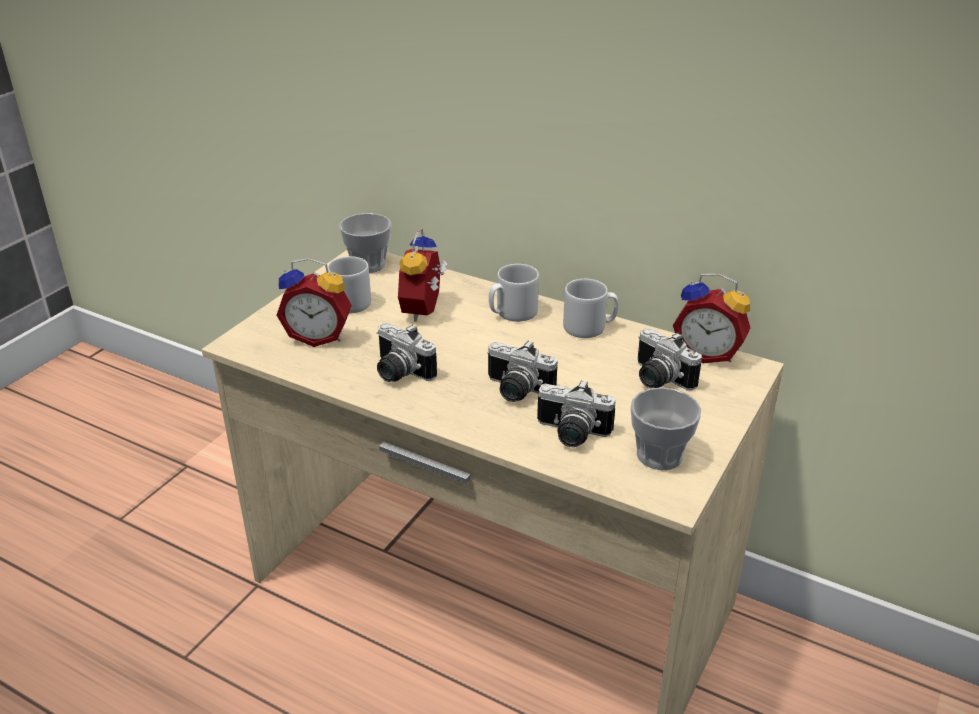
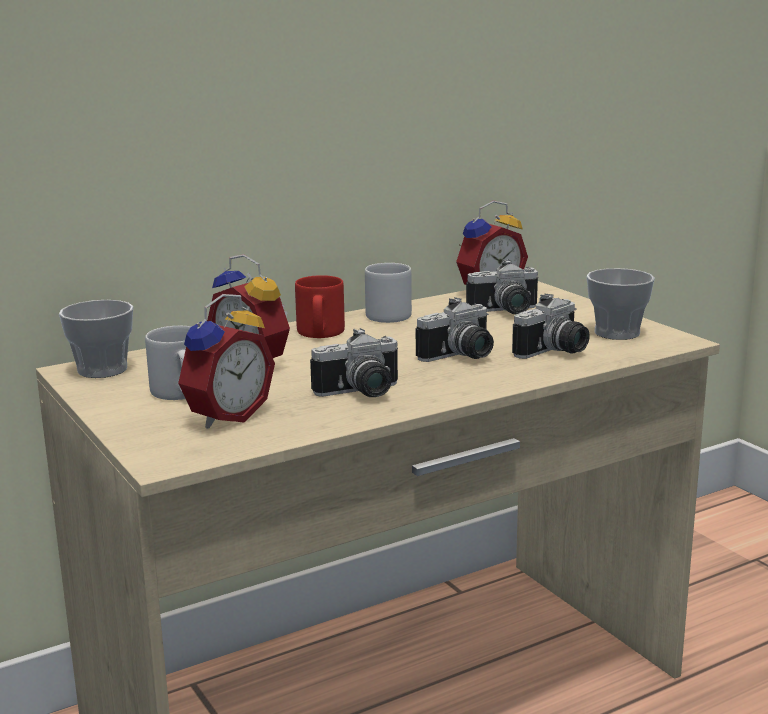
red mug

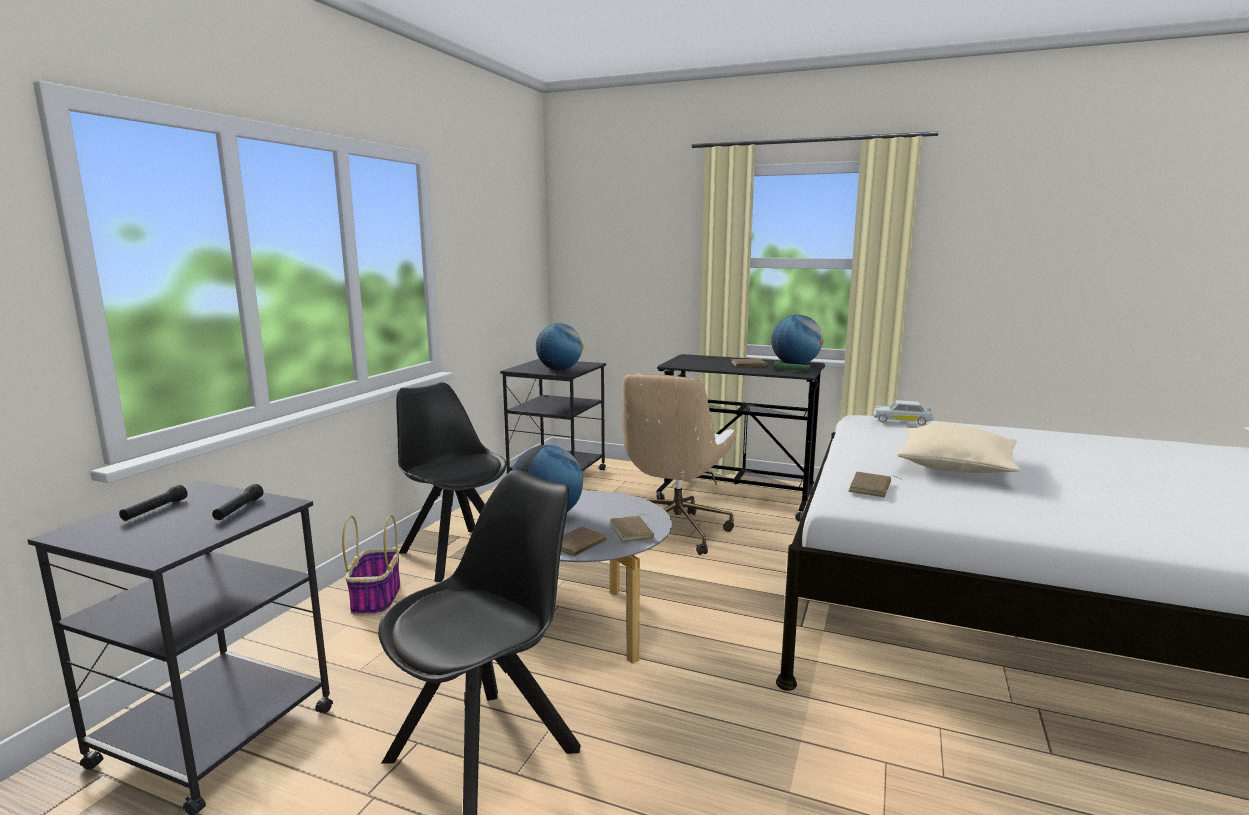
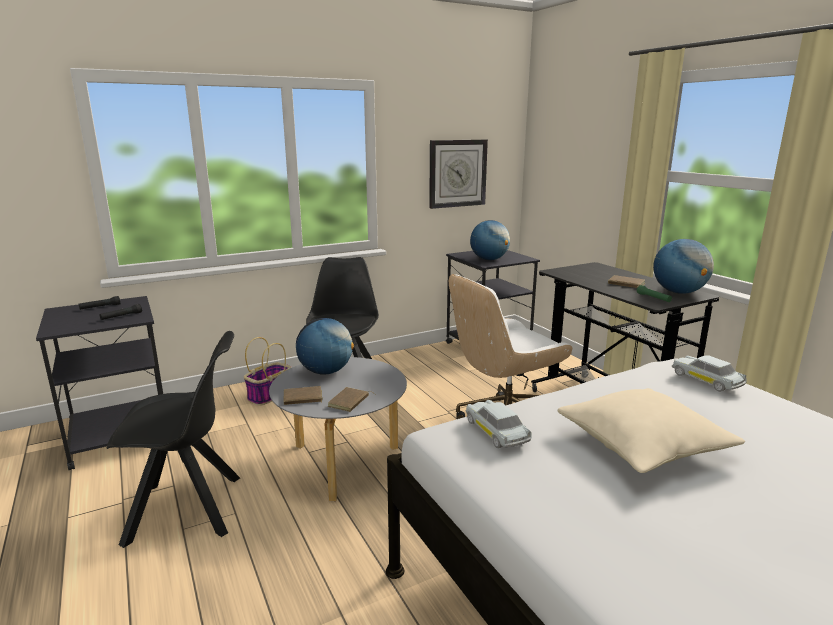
white toy car (1st from left); wall clock

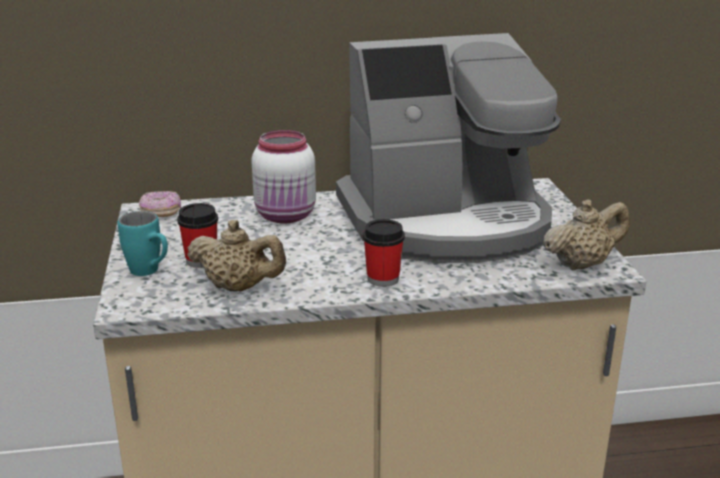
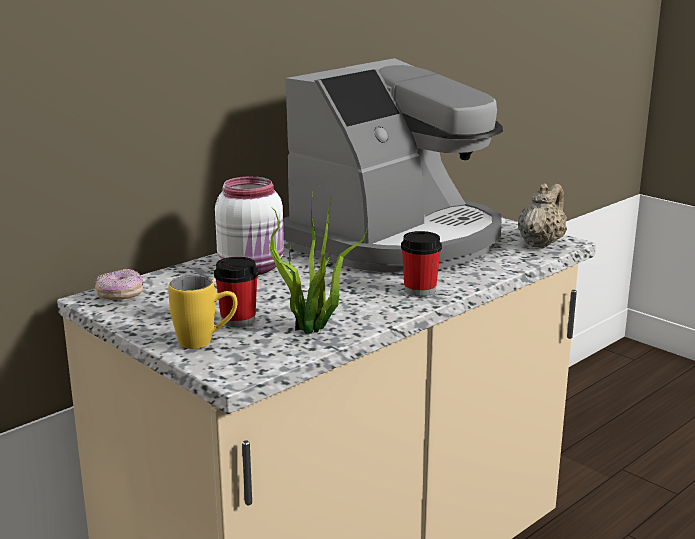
yellow mug; potted plant

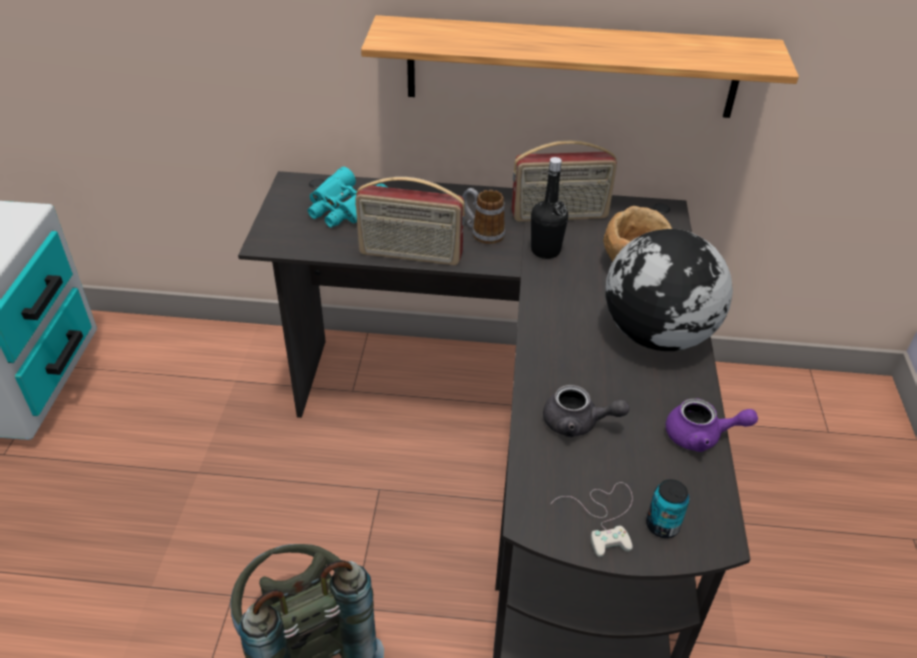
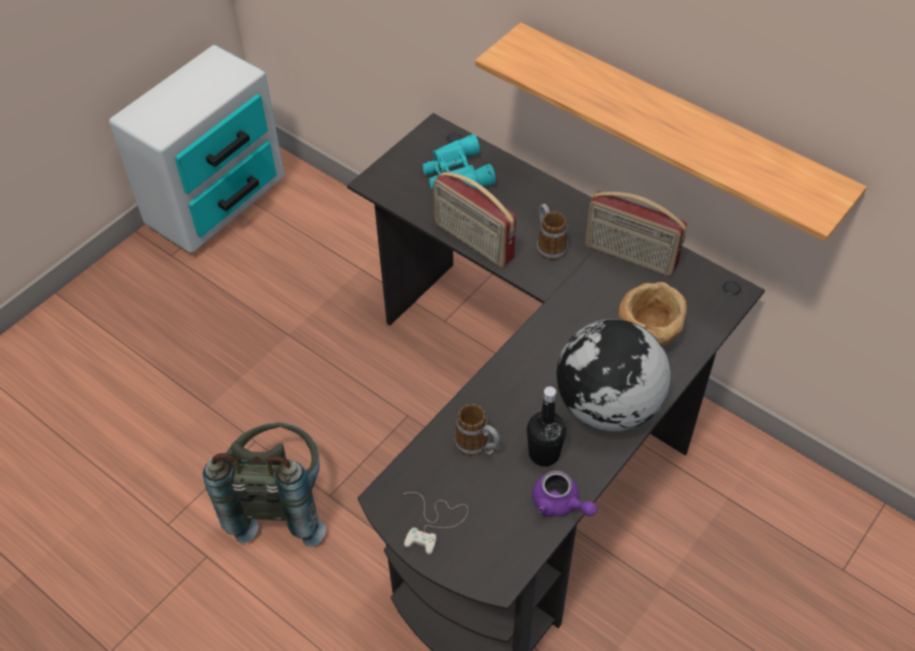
black bottle; mug (1st from left); can

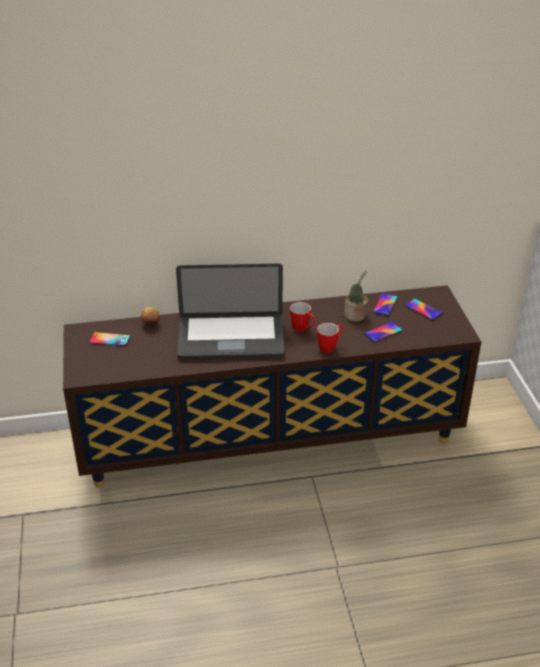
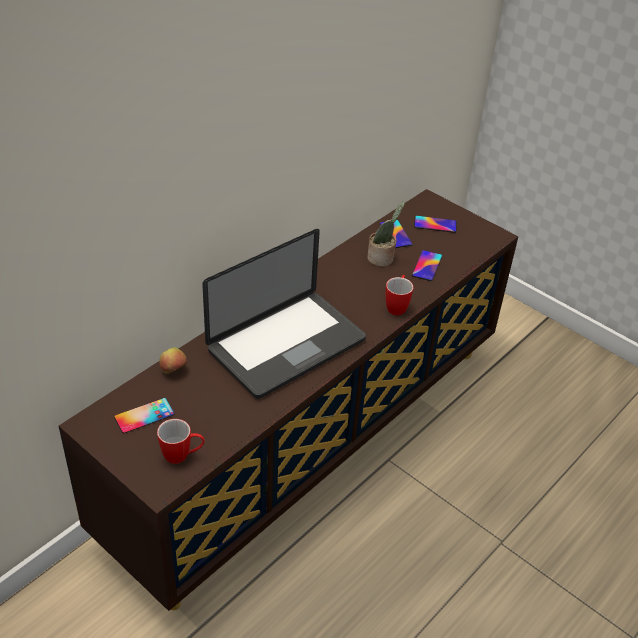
mug (1st from left)

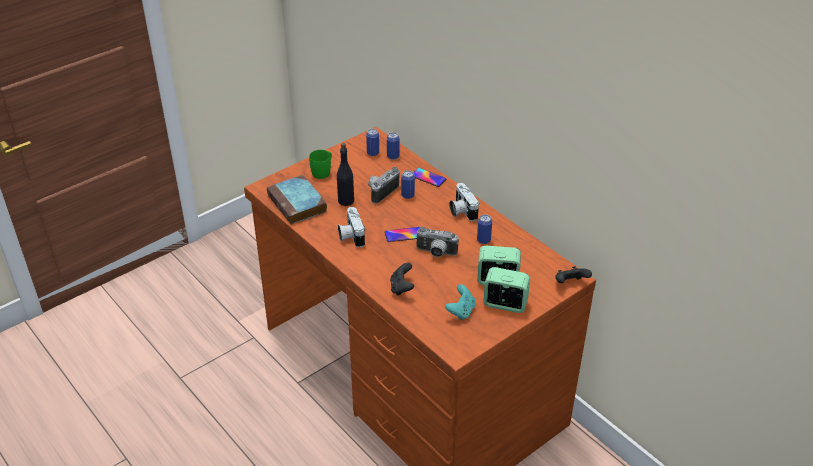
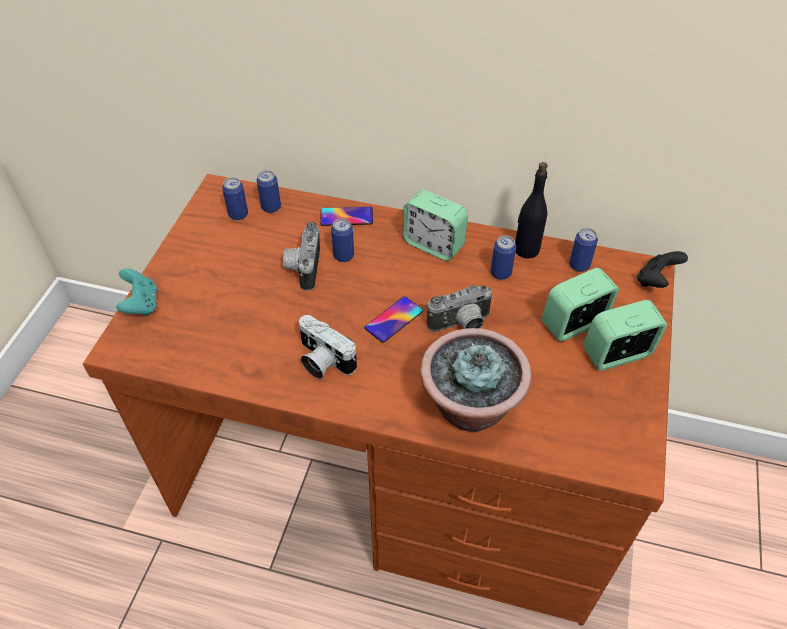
black bottle; green mug; book; alarm clock (1st from left); potted plant; turquoise game controller; can (5th from left)

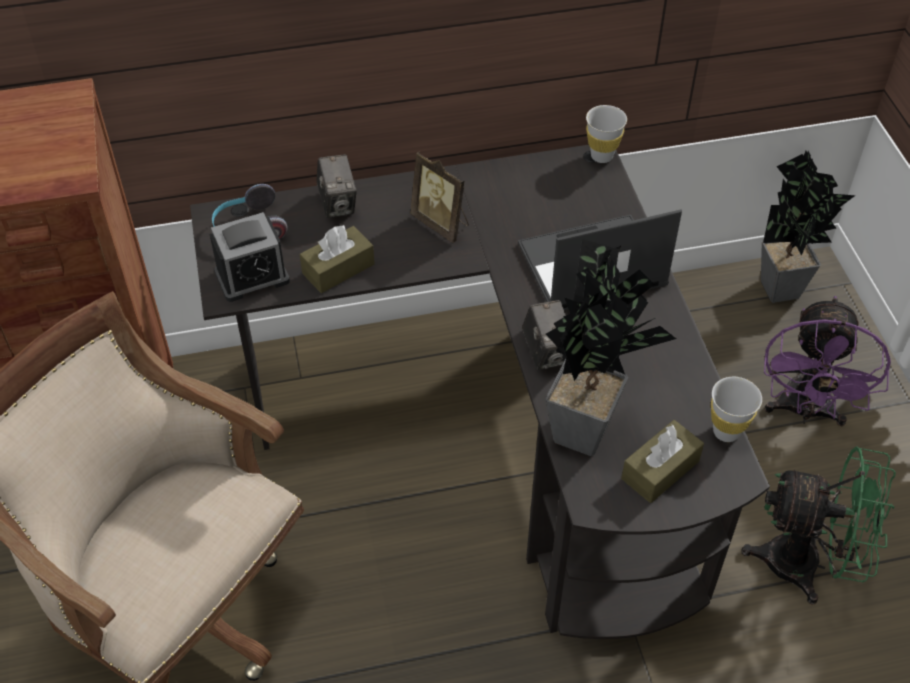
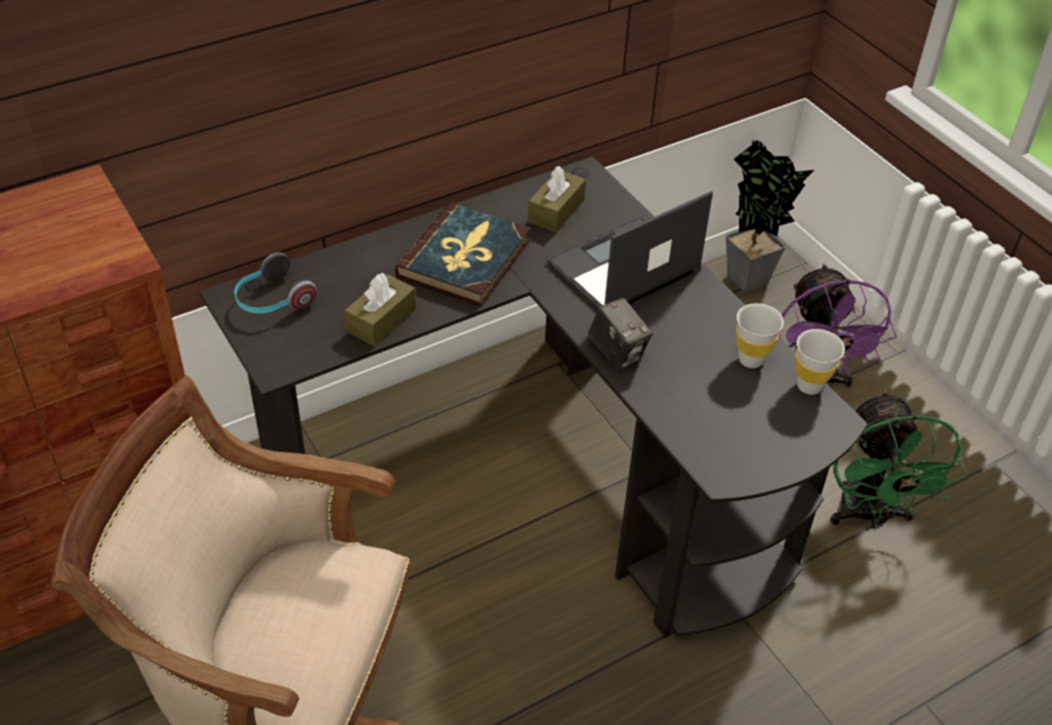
white cup (1st from left); book; photo camera (1st from left in the first image); alarm clock; potted plant (1st from left in the first image); brown tissue box (2nd from left); green fan

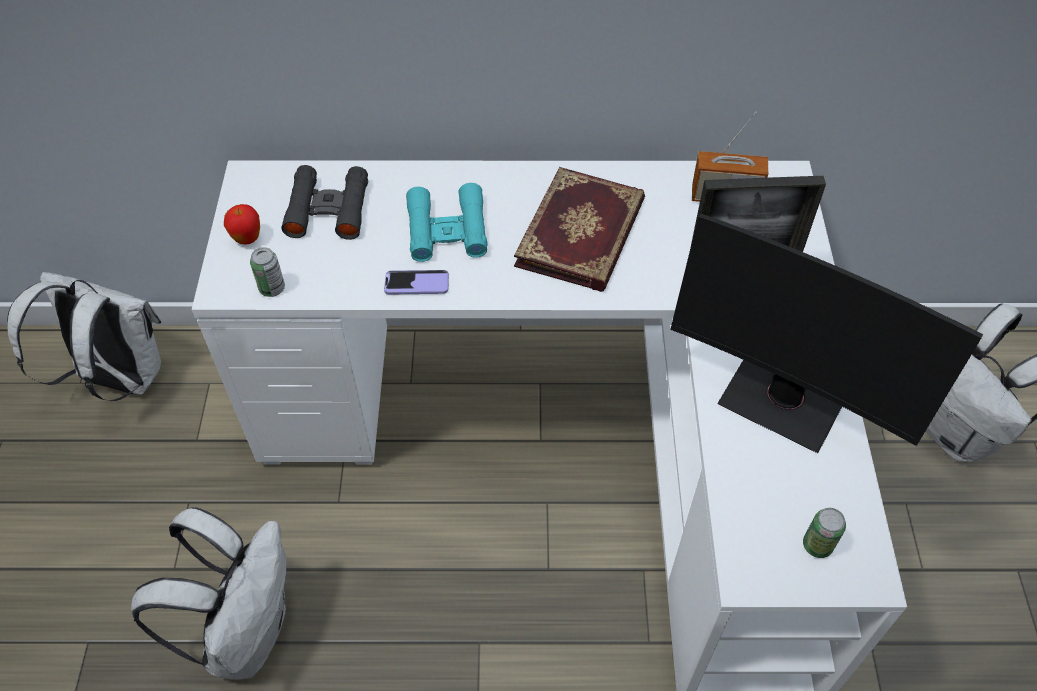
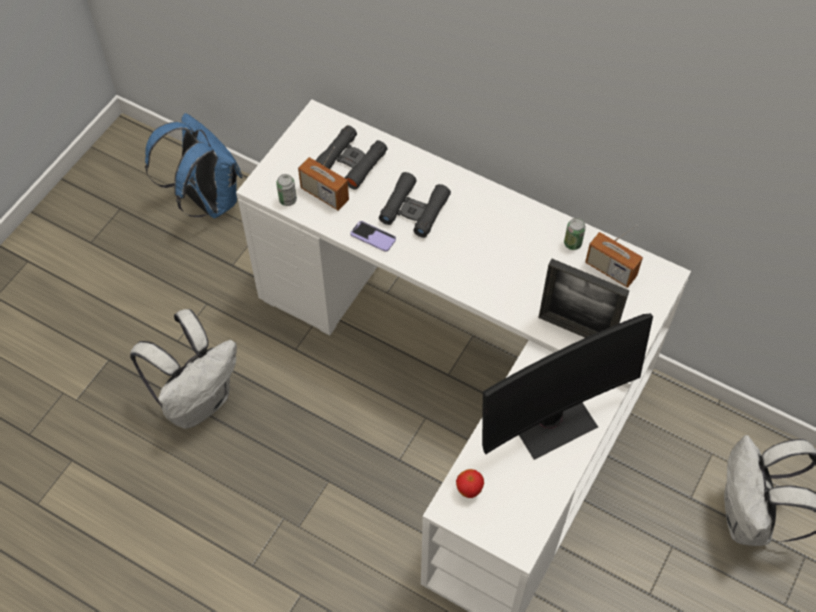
book; black binoculars (2nd from left); apple; monitor; blue backpack; can (2nd from left); radio (1st from left)

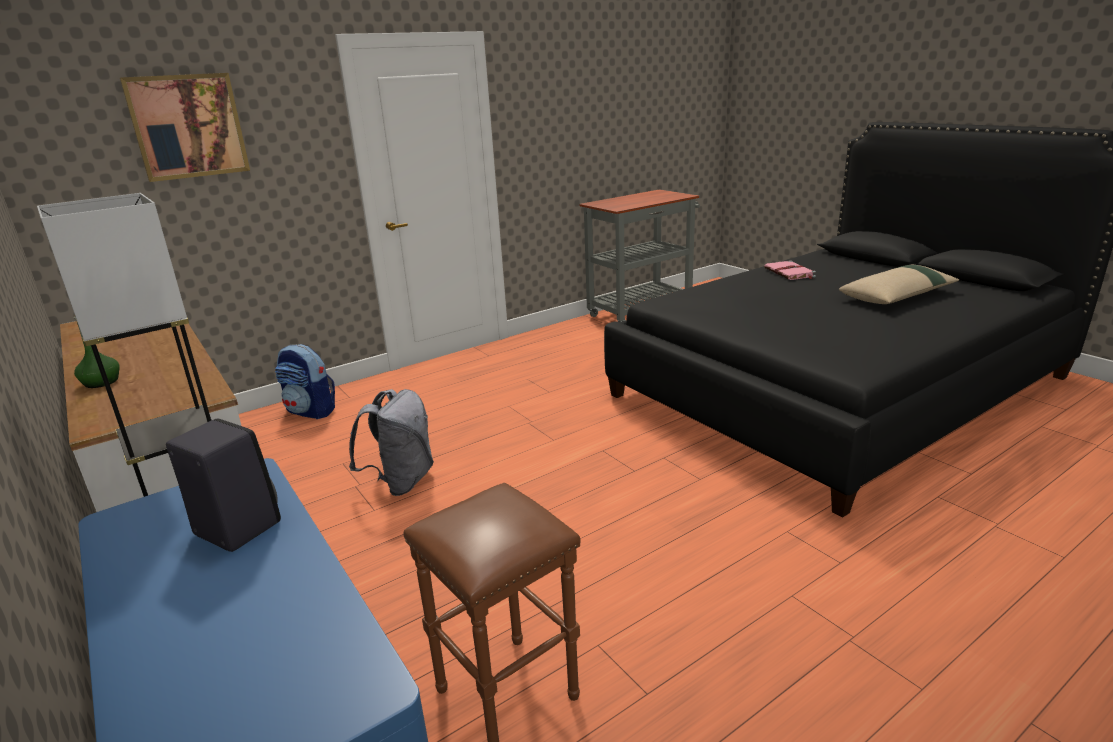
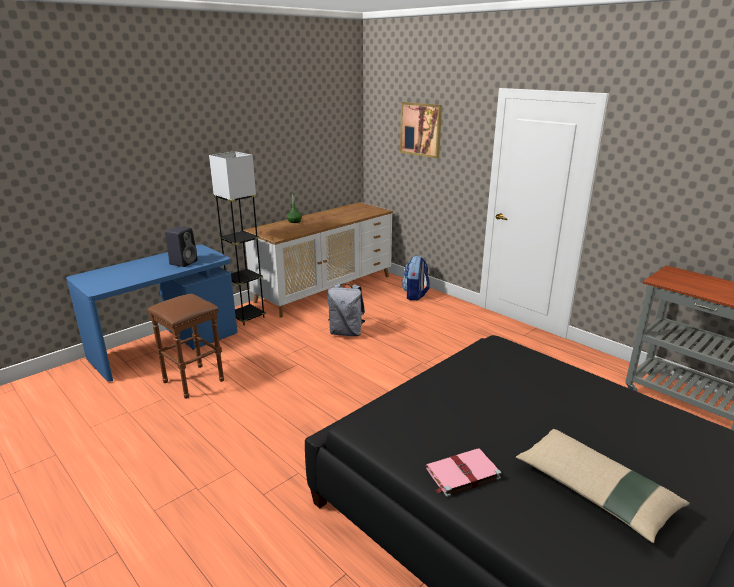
pink book

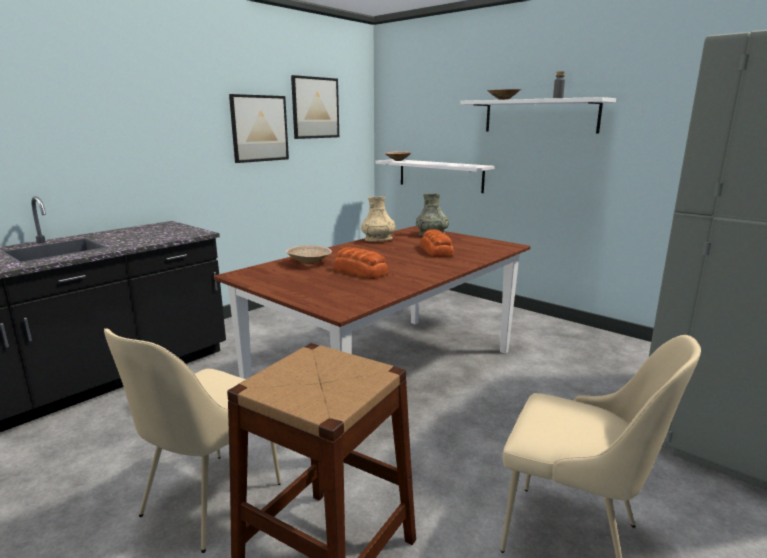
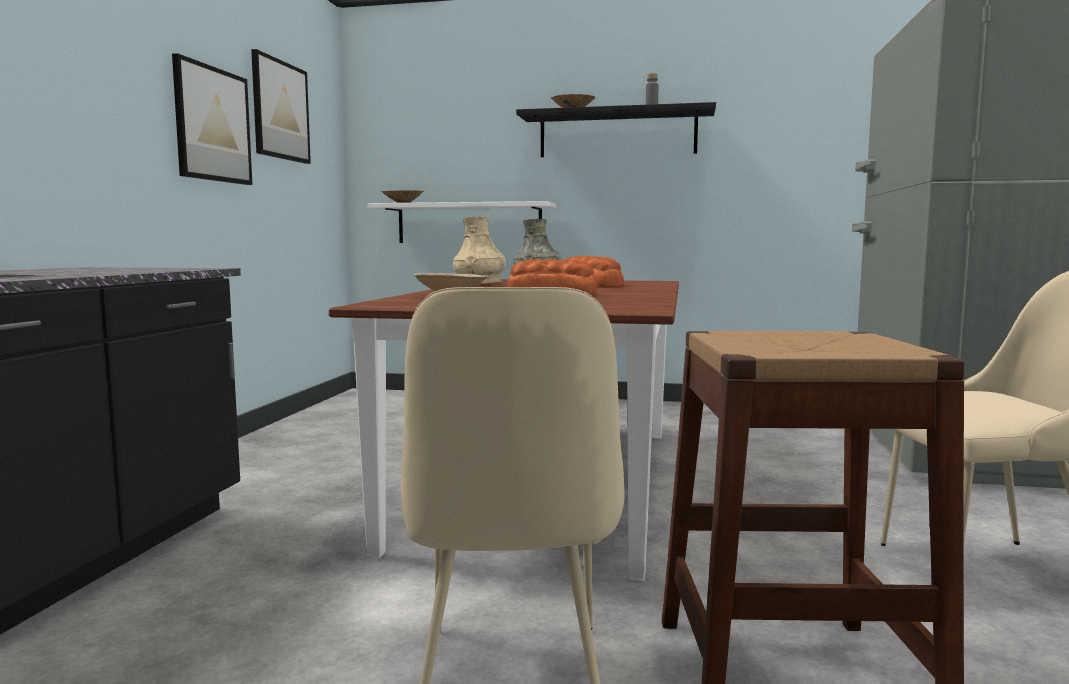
black shelf

